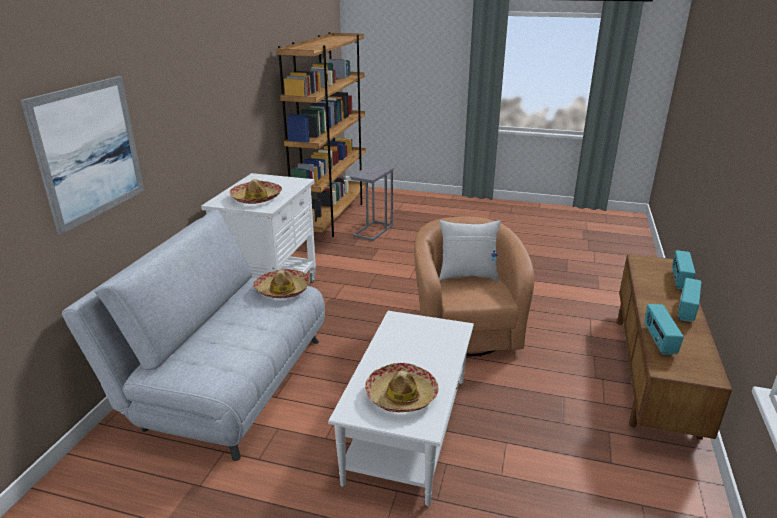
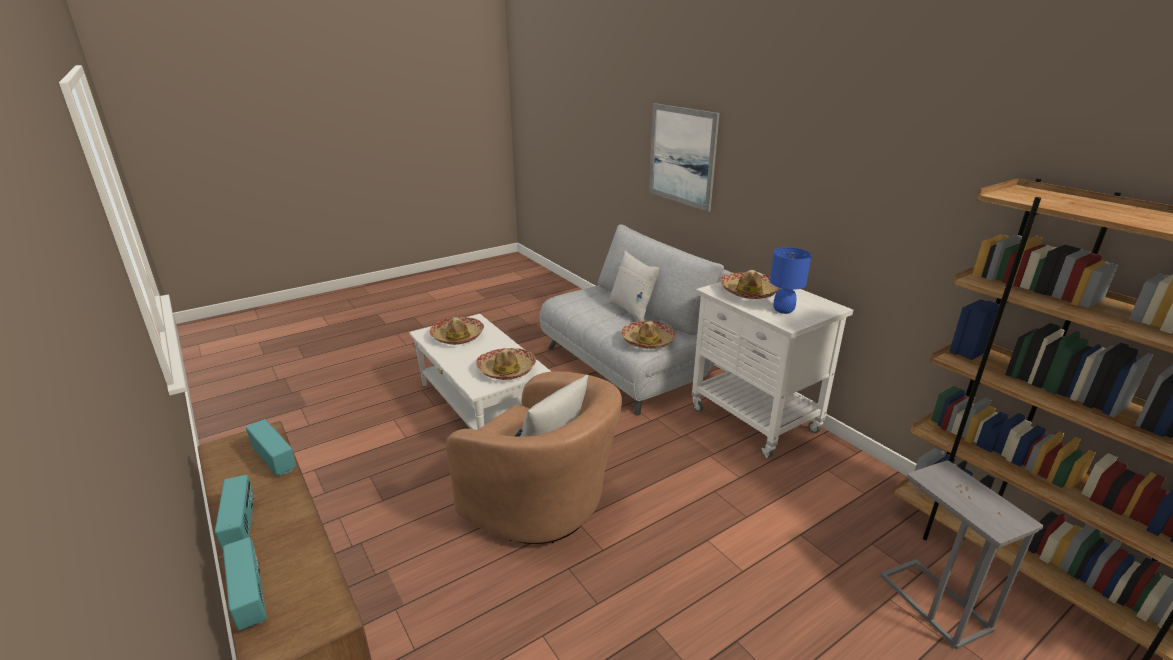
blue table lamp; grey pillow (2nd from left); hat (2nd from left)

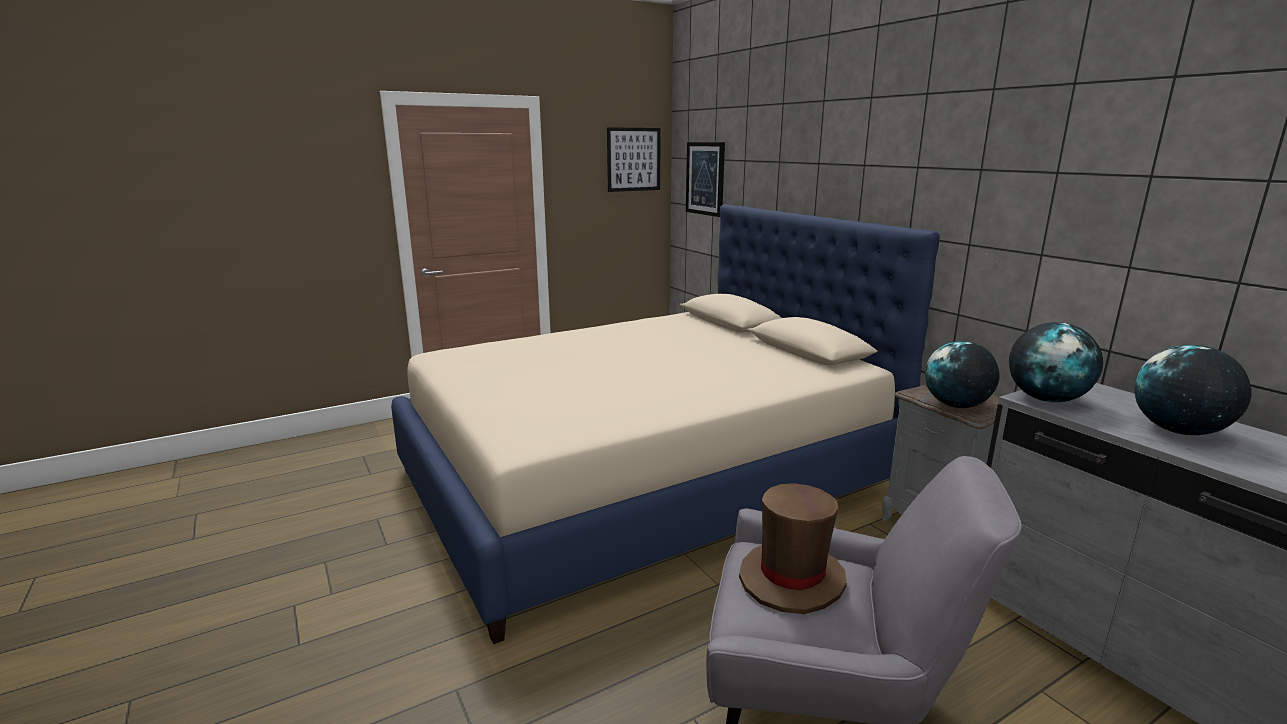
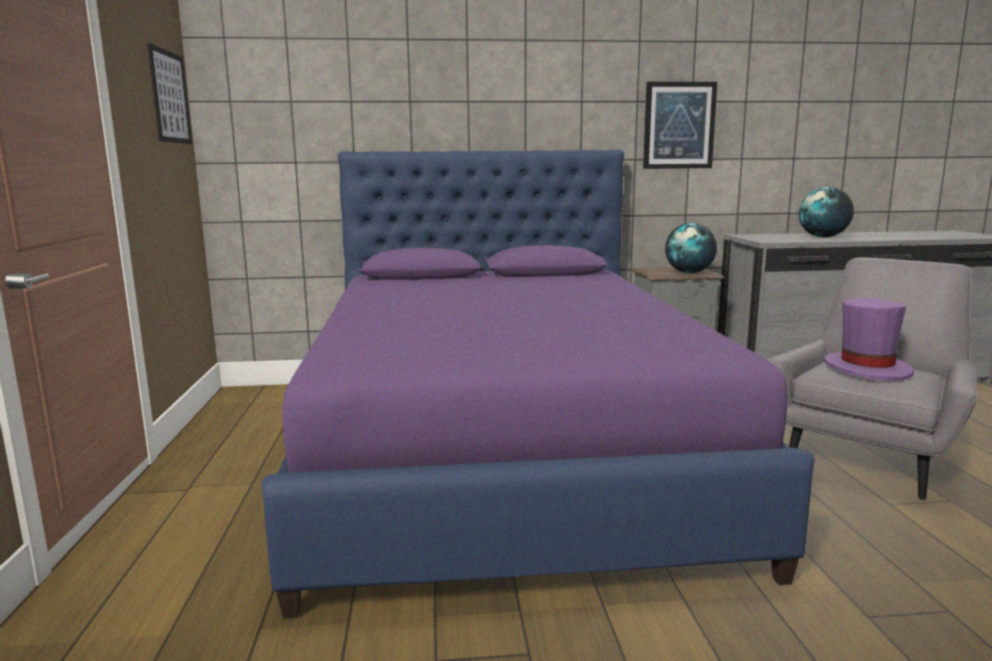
picture (2nd from left); purple bed; globe (2nd from left in the first image); purple hat

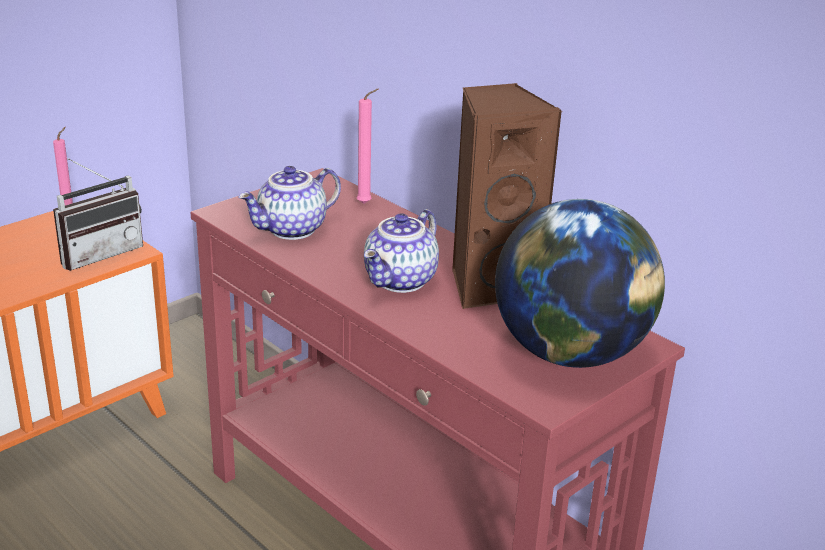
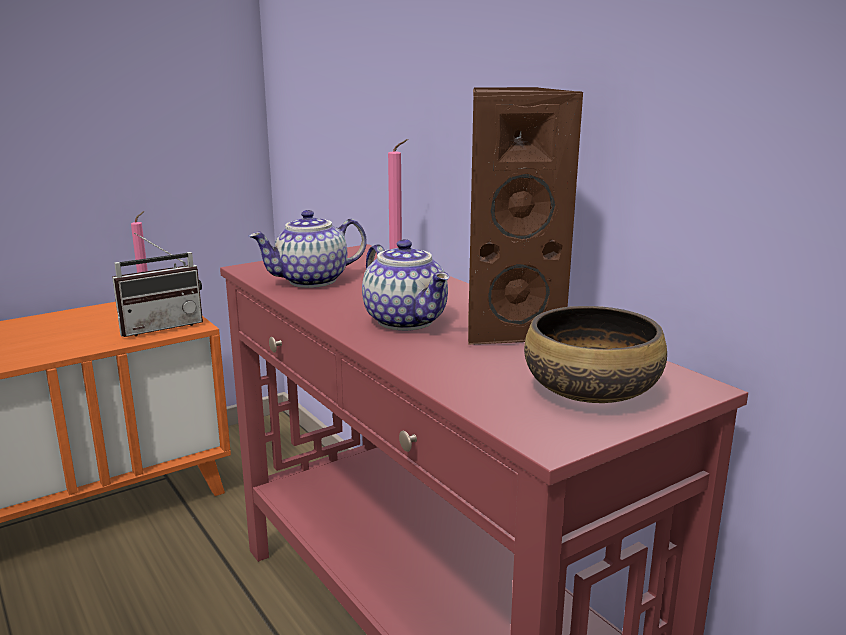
bowl; teapot (2nd from left)

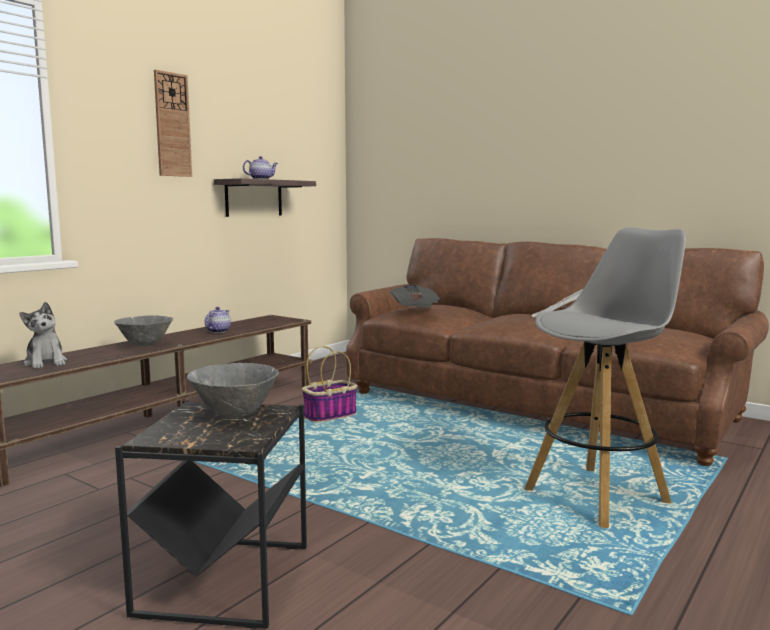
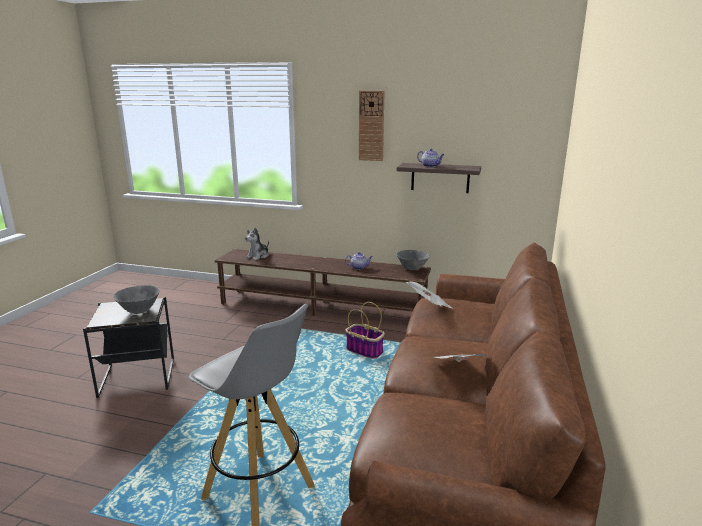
grey bowl (2nd from left)

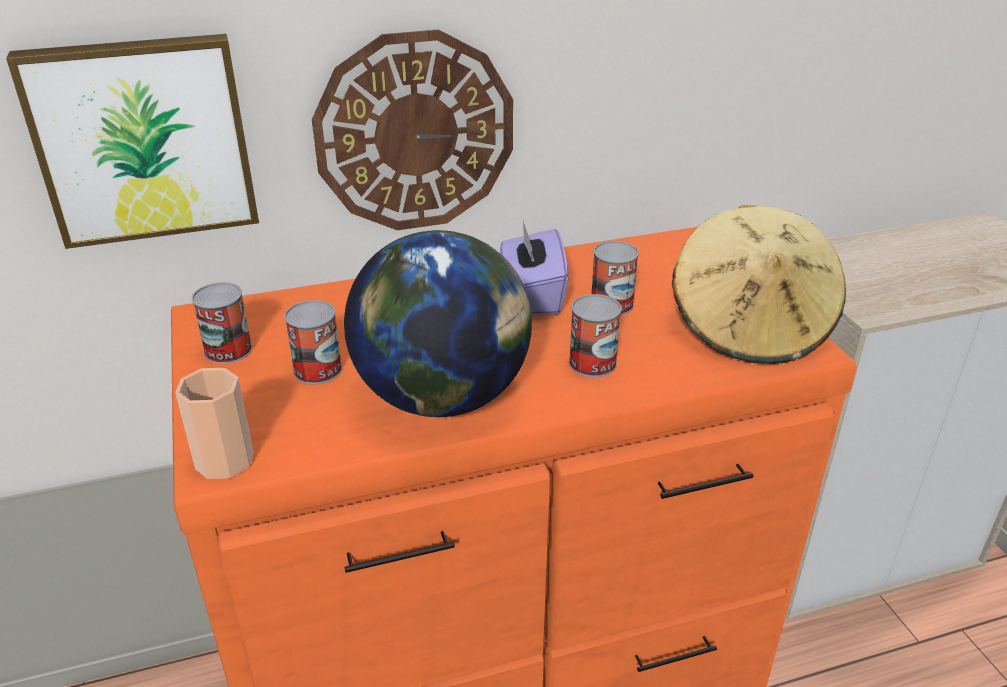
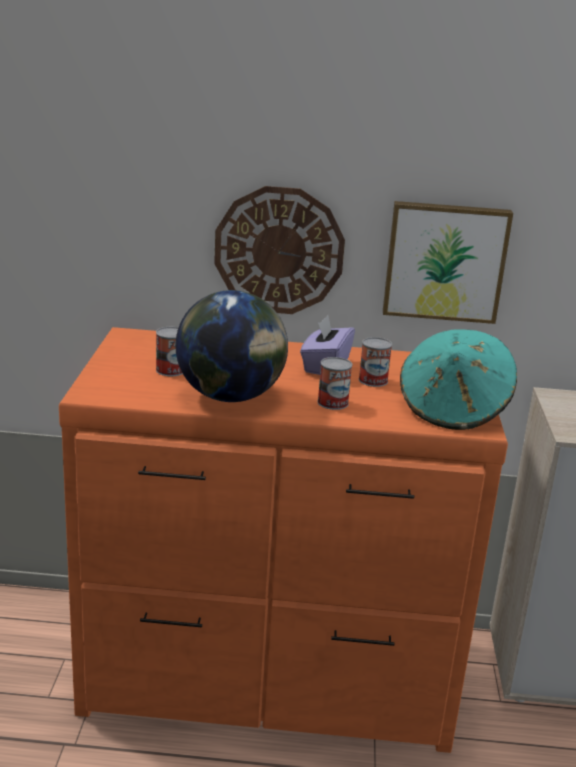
picture; turquoise hat; can (1st from left in the first image); cup

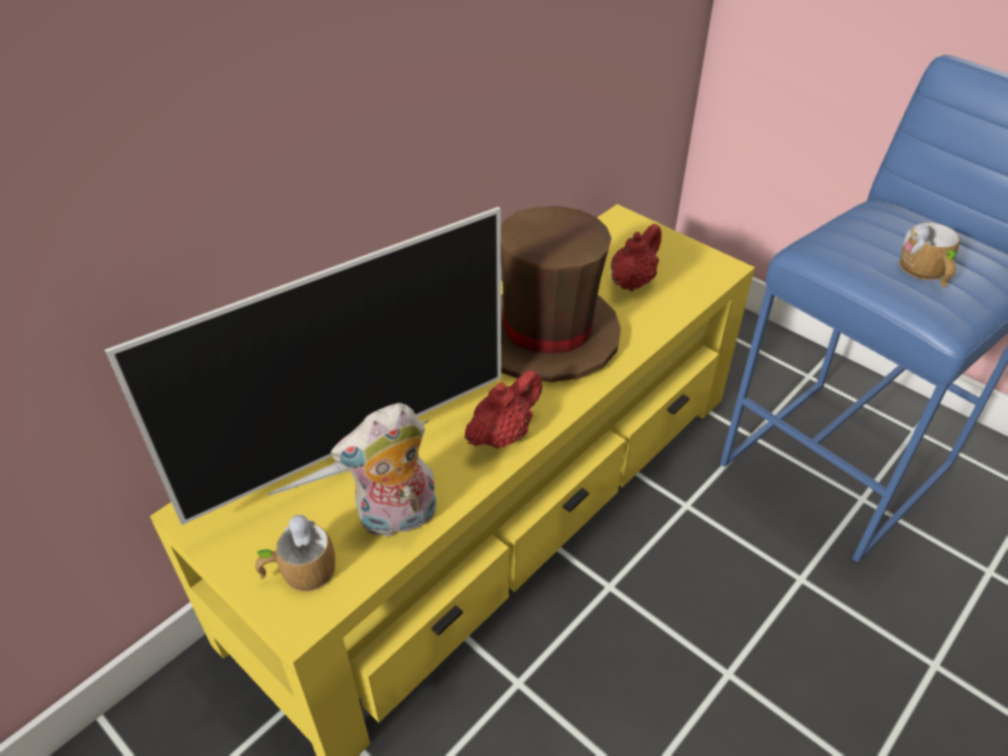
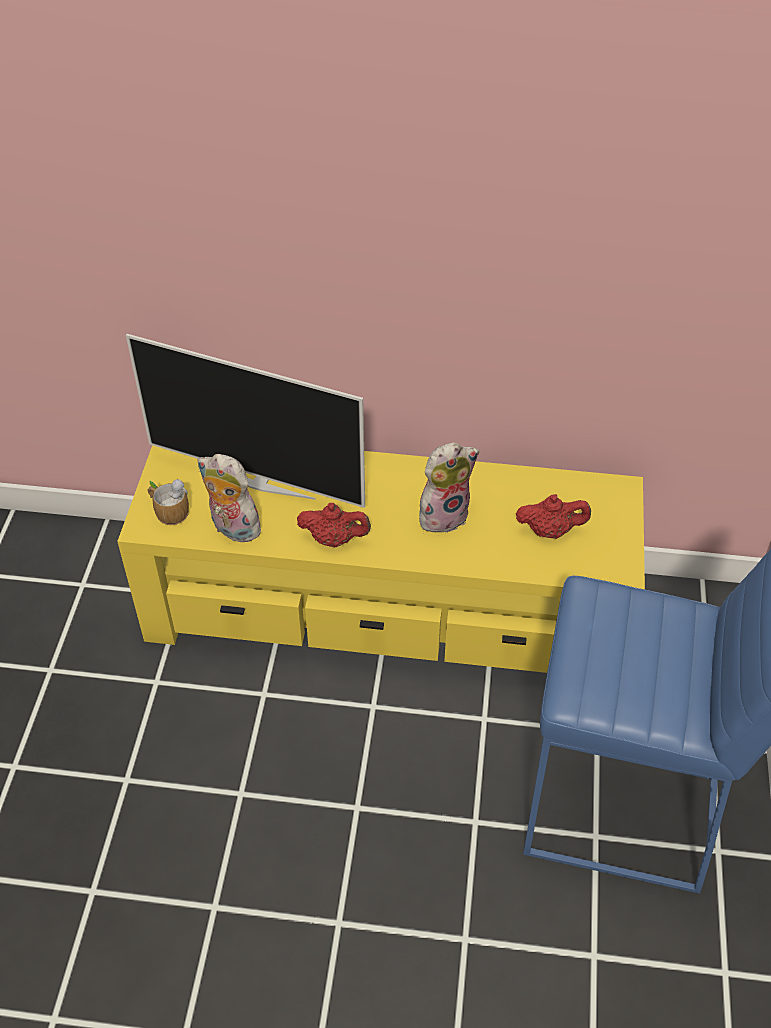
plush toy (2nd from left); mug (2nd from left in the first image)

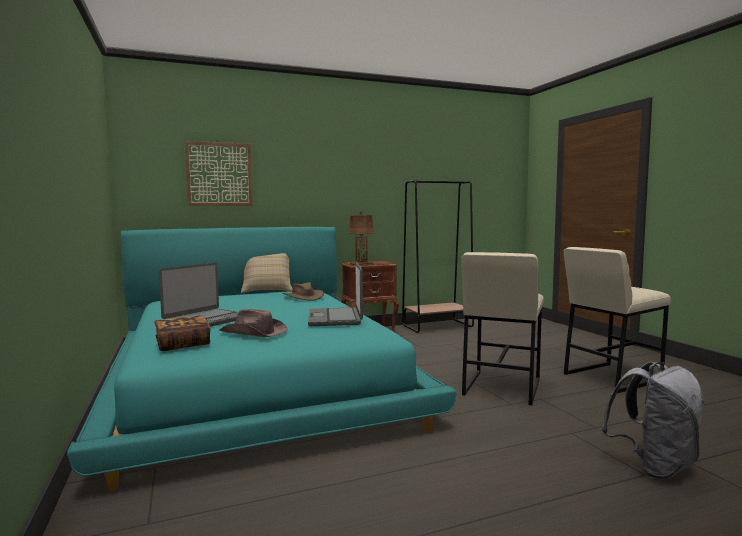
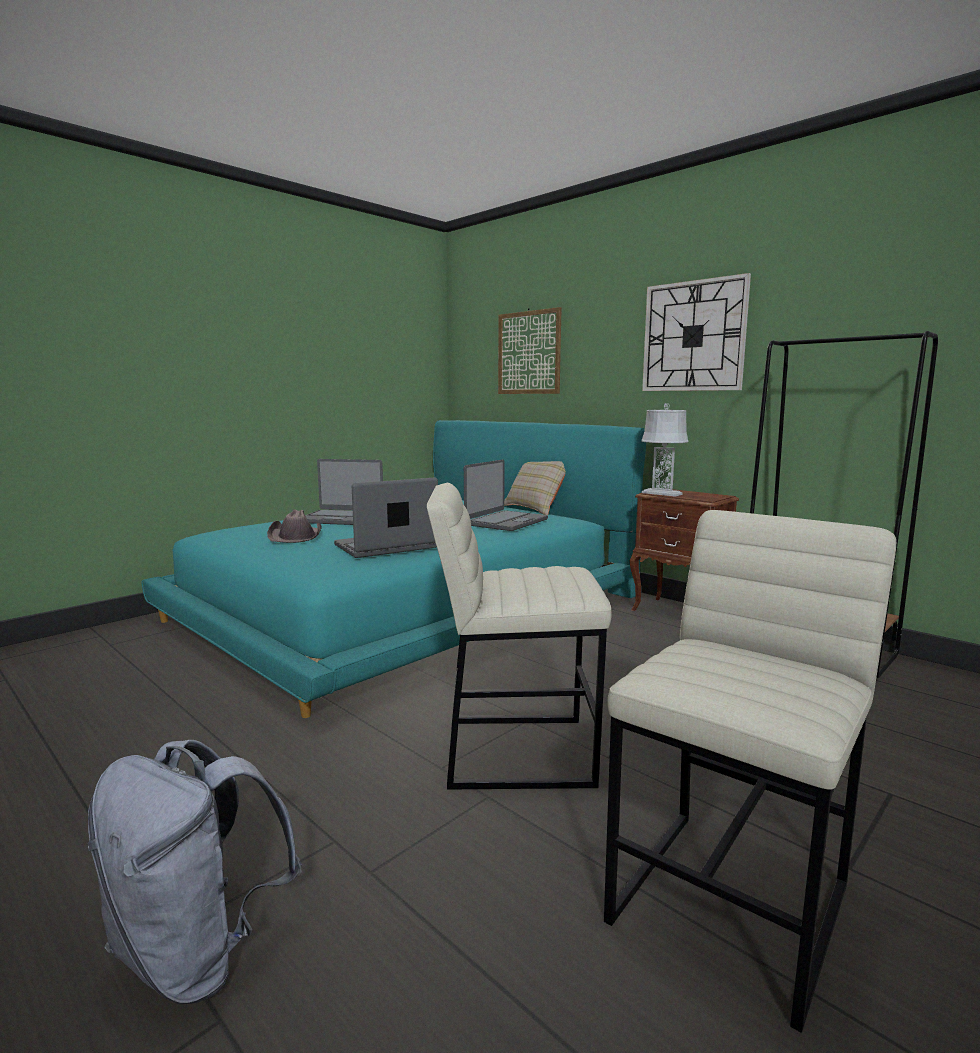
grey table lamp; beige chair (2nd from left); laptop (3rd from left); book; wall clock

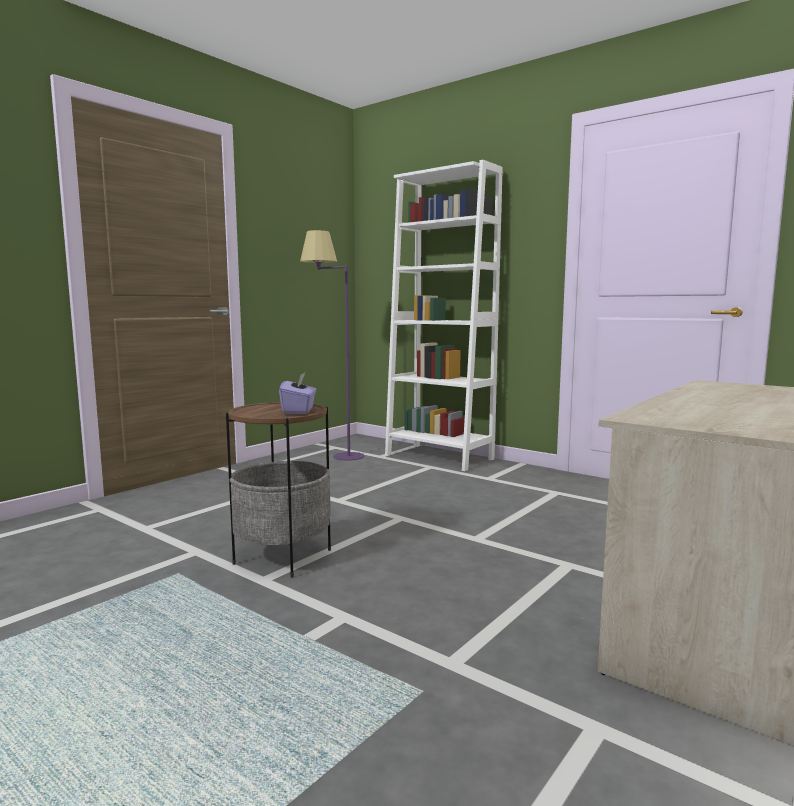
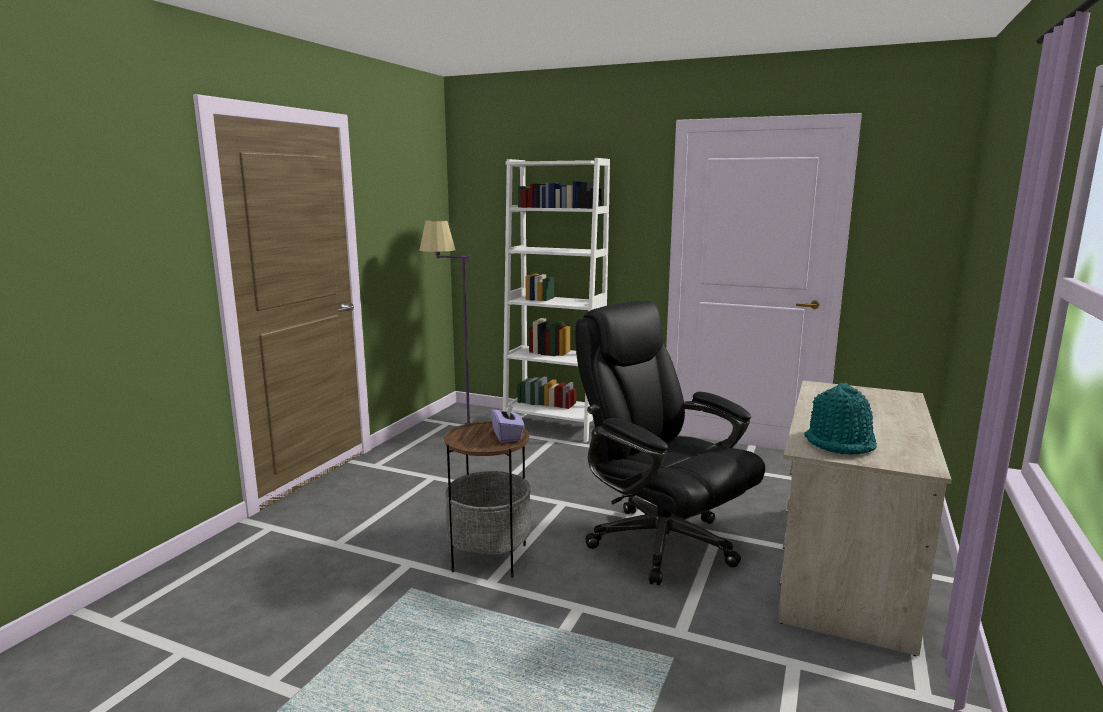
black office chair; turquoise hat

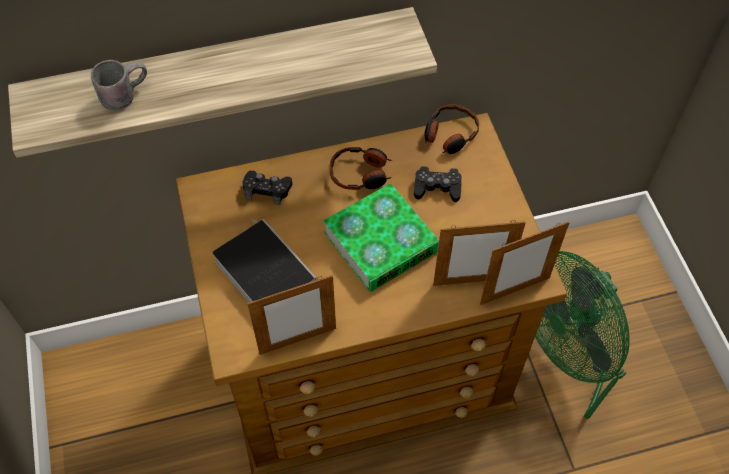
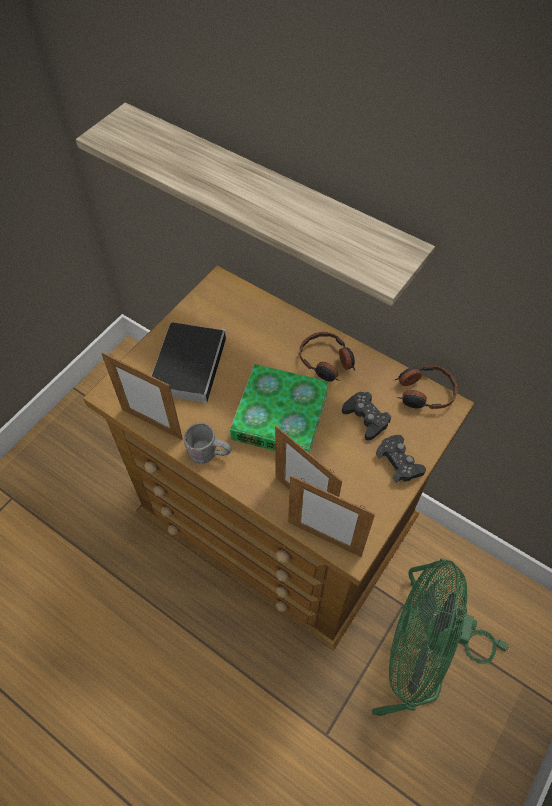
grey mug; black game controller (2nd from left)

